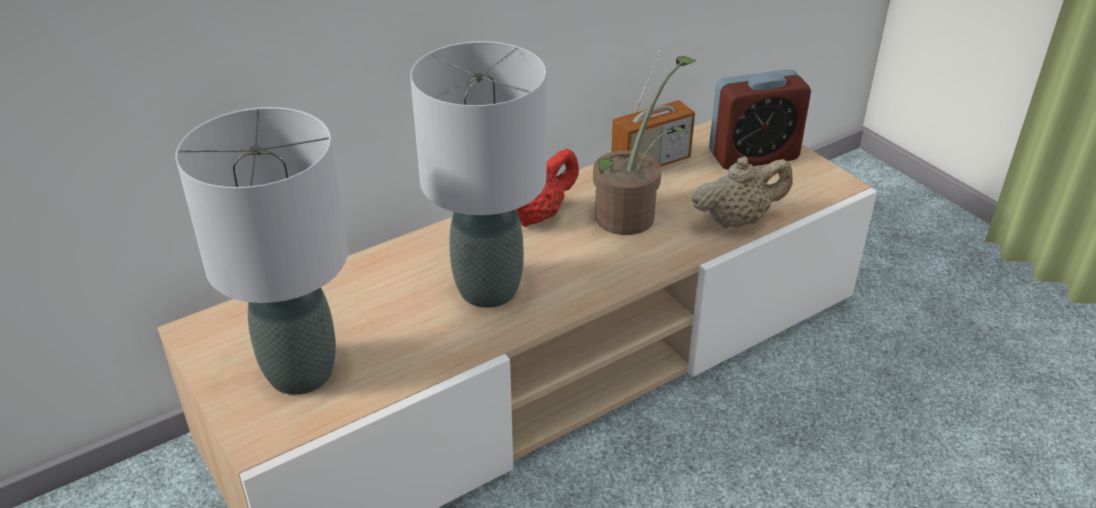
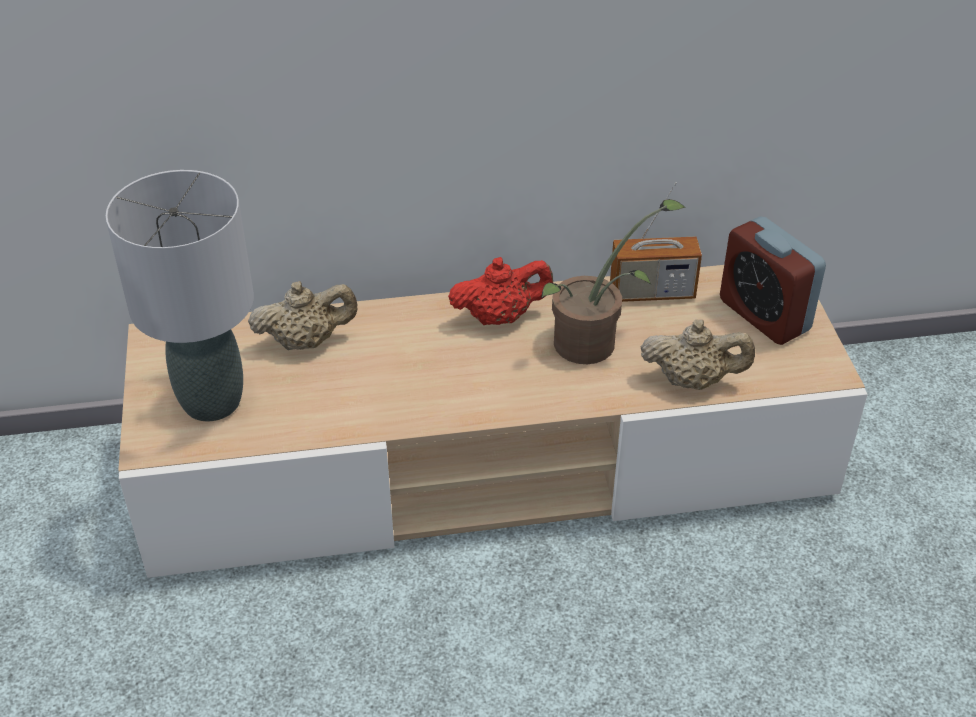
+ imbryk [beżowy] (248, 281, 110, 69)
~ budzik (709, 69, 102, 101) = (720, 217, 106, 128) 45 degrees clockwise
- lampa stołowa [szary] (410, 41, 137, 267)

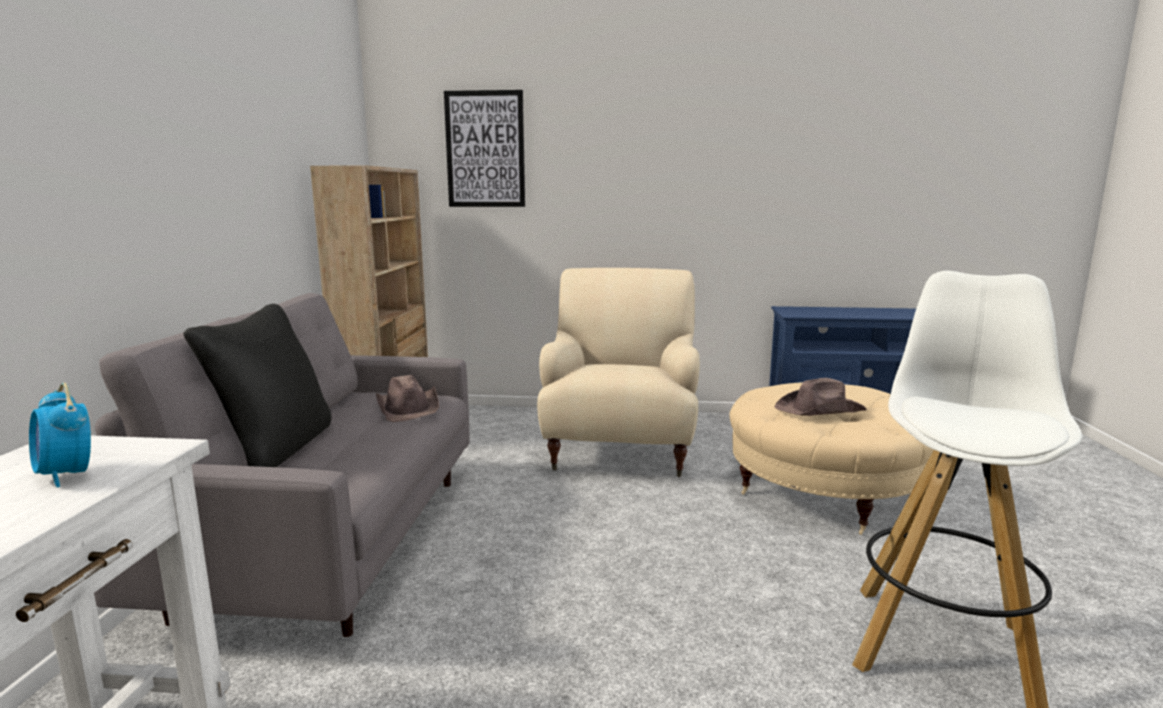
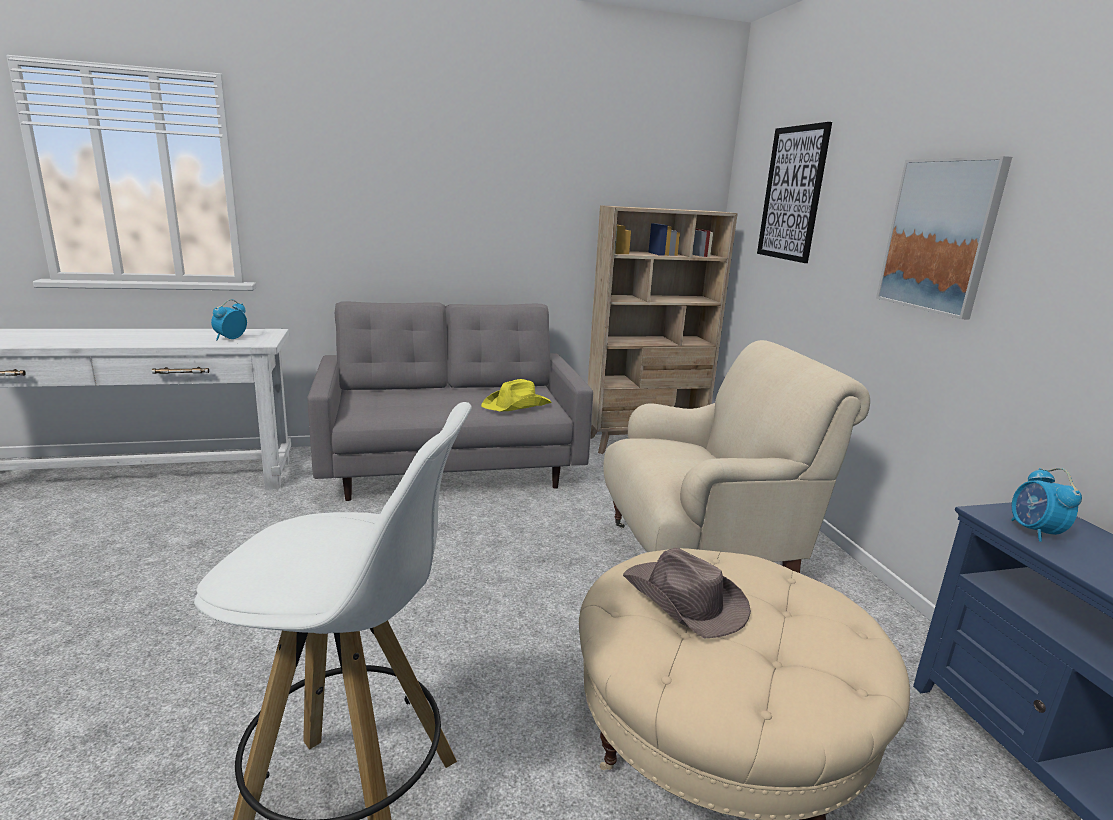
~ kapelusz [brązowy] (376, 375, 63, 47) to kapelusz [żółty] (481, 379, 71, 32)
+ obraz (876, 156, 136, 163)
+ budzik (1011, 468, 71, 74)
- poduszka [czarny] (183, 304, 149, 163)

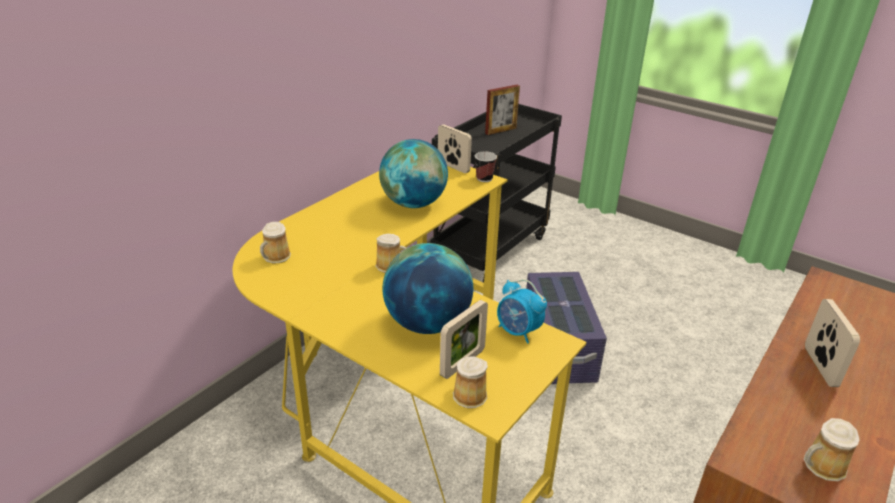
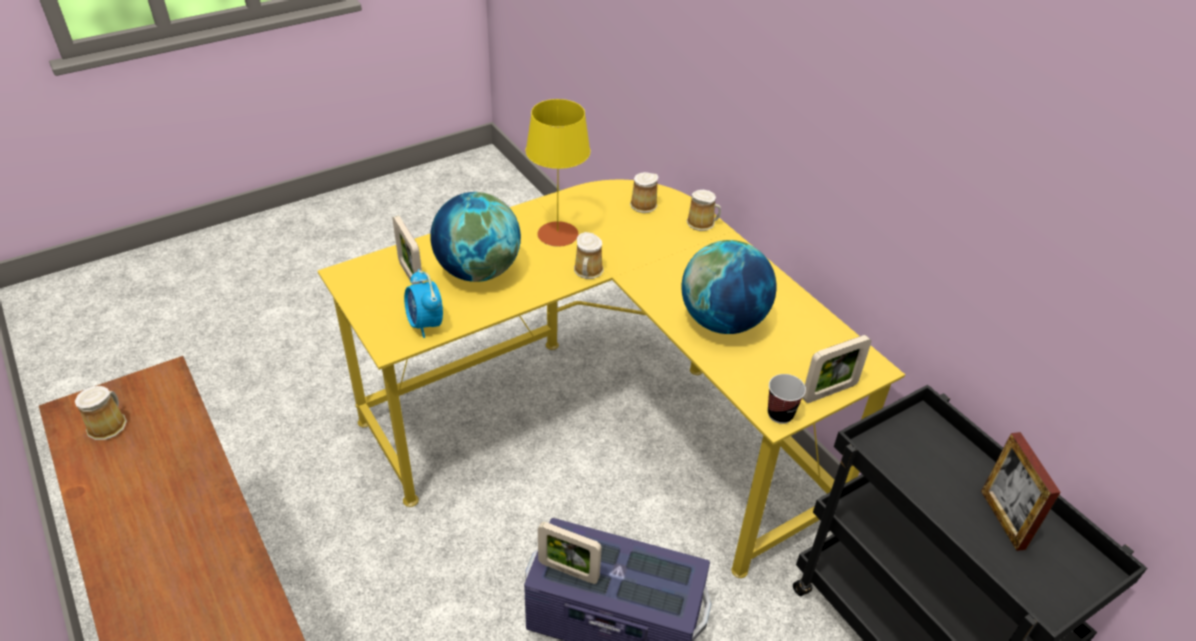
~ budzik (497, 279, 50, 65) = (404, 269, 39, 69) 90 degrees counterclockwise
+ lampa stołowa [żółty] (526, 99, 64, 148)
~ ramka na zdjęcie (805, 299, 55, 88) to (538, 522, 64, 62)
~ kubek (453, 357, 35, 51) to (687, 190, 34, 41)

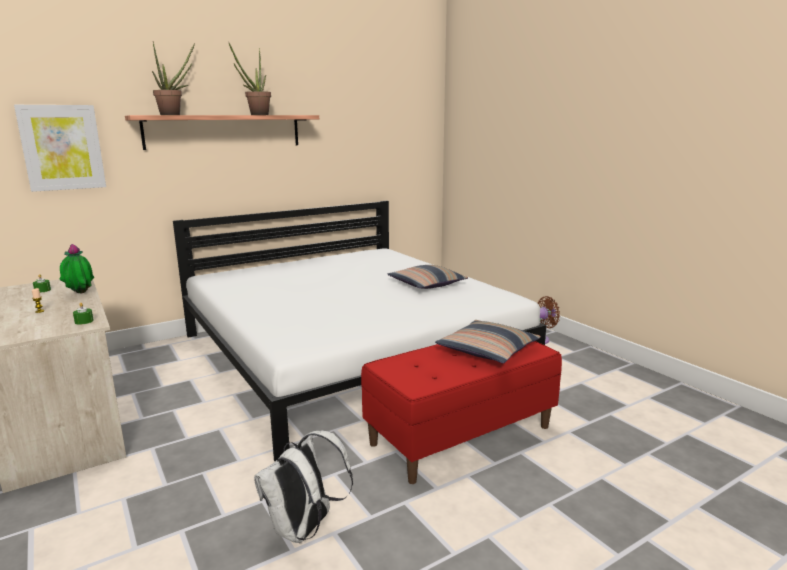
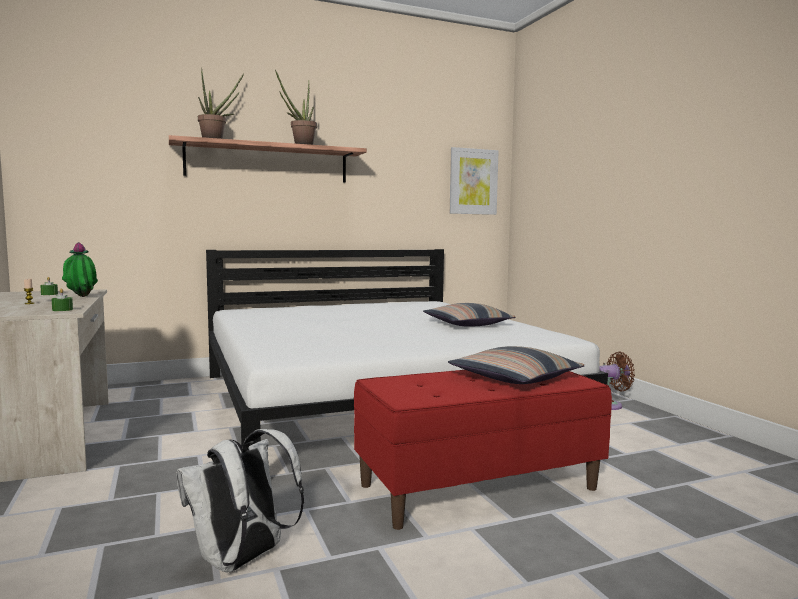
~ obraz (14, 105, 92, 87) to (450, 147, 48, 68)

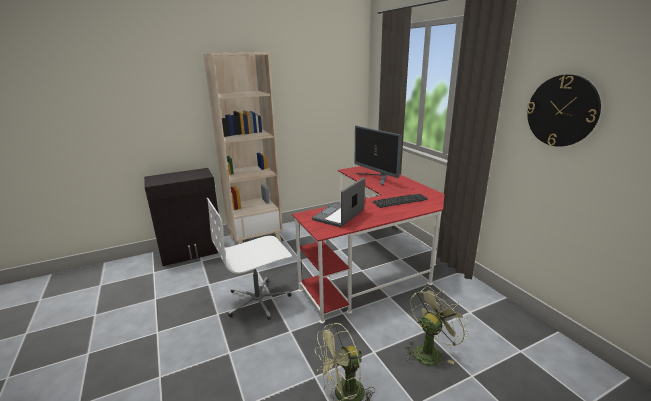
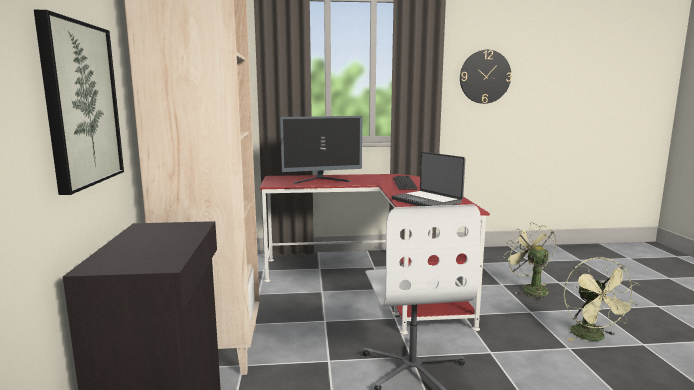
+ obraz (34, 10, 90, 185)

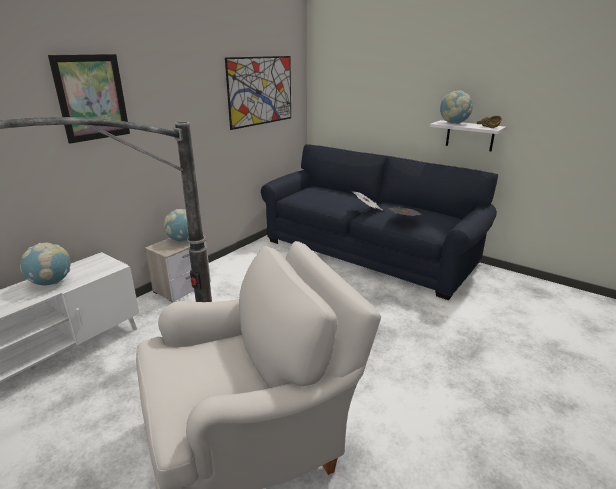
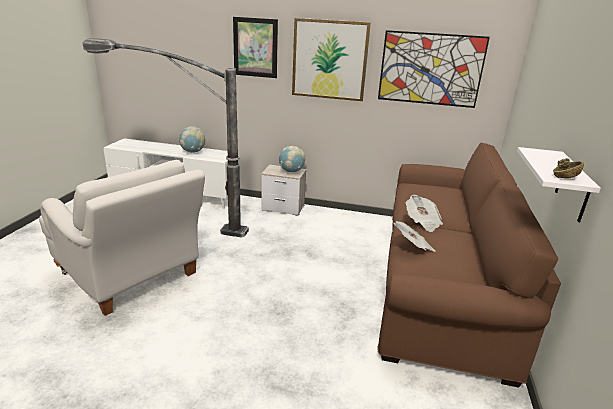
+ obraz (292, 18, 79, 83)
~ kanapa [niebieski] (261, 144, 237, 156) to kanapa [brązowy] (378, 142, 183, 246)
- globus (440, 91, 33, 33)

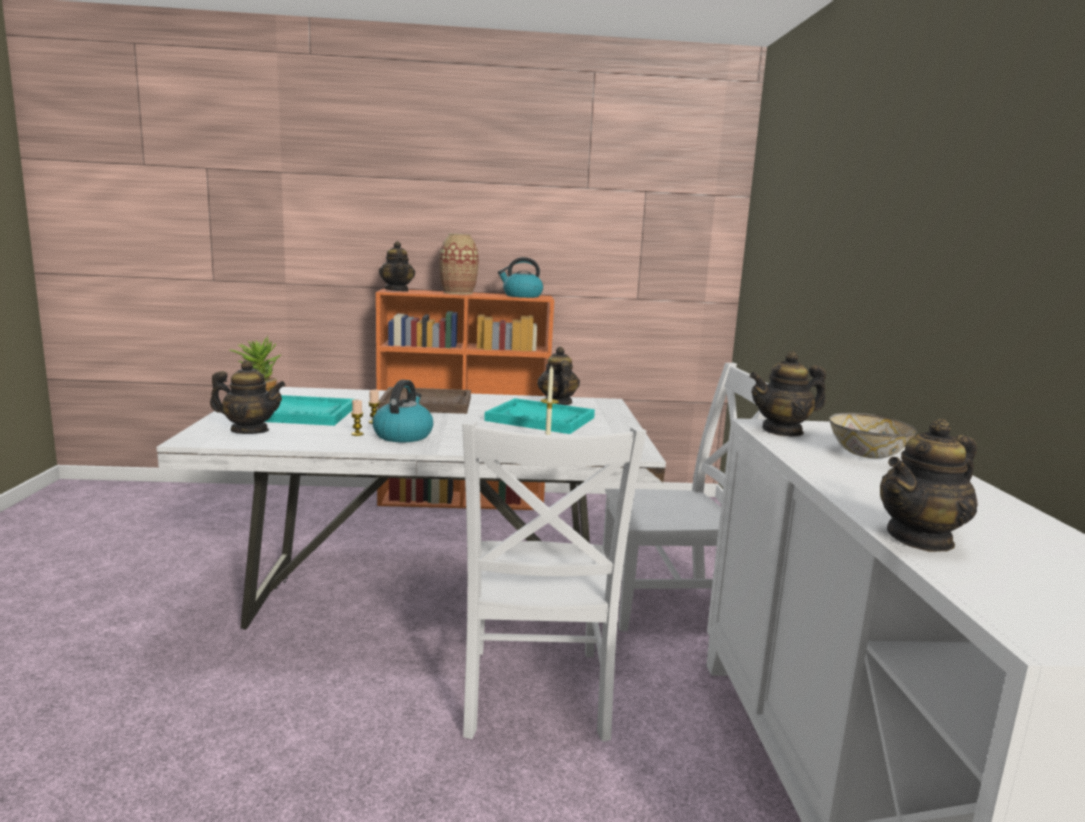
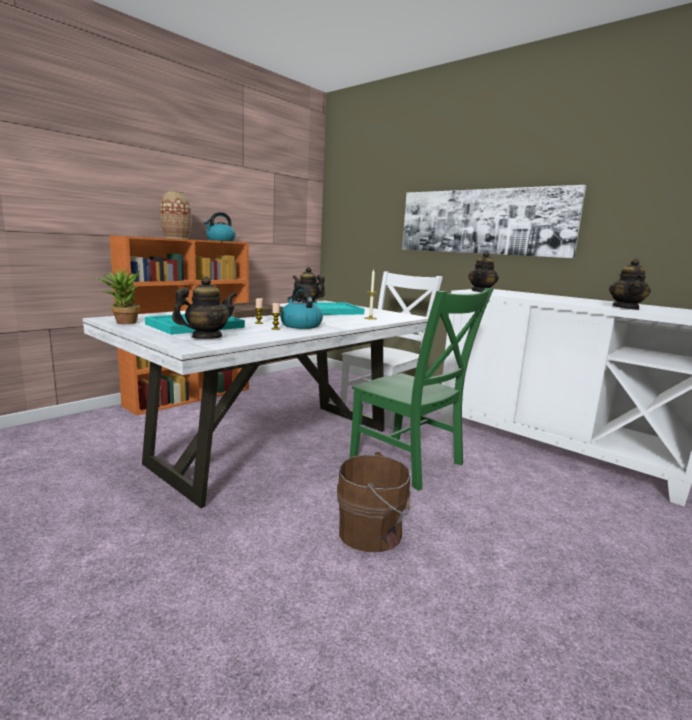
+ wiadro [brązowy] (337, 452, 74, 100)
~ krzesło [biały] (462, 420, 184, 322) to krzesło [zielony] (350, 288, 144, 203)
+ obraz (402, 185, 184, 73)
- imbryk (379, 241, 36, 51)
- miska (829, 413, 88, 46)

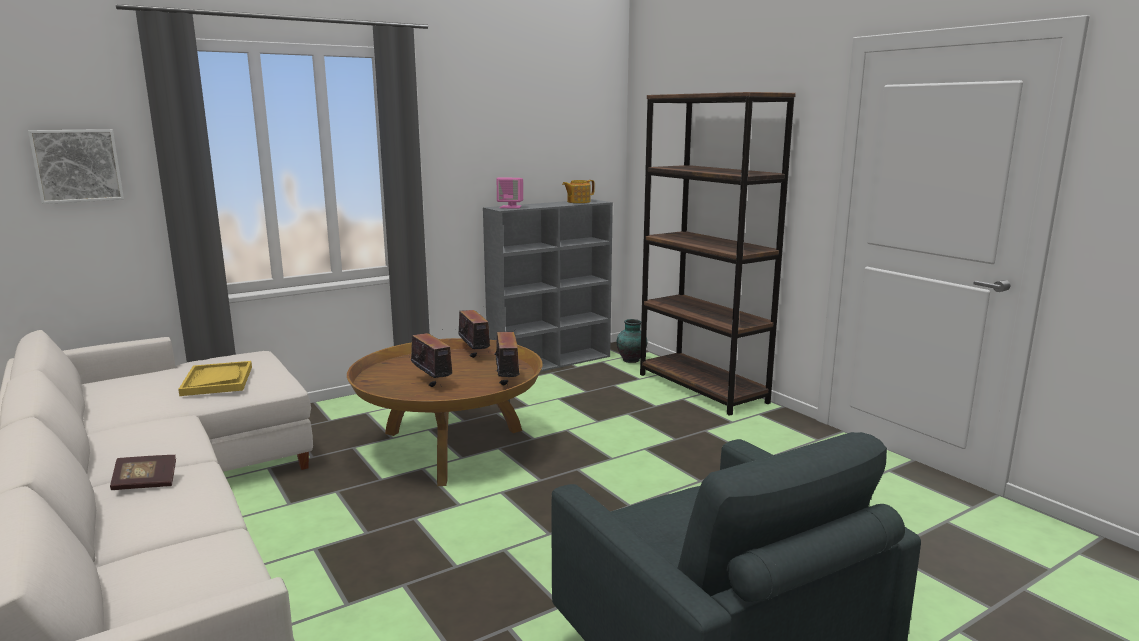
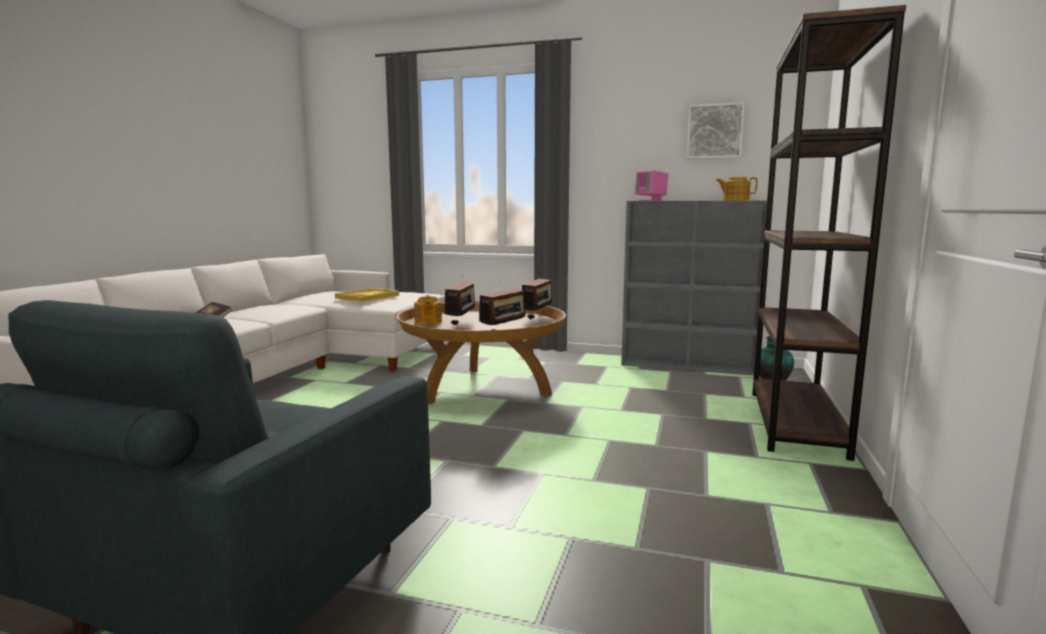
+ imbryk (414, 295, 28, 29)
~ obraz (28, 129, 96, 75) to (687, 102, 58, 57)

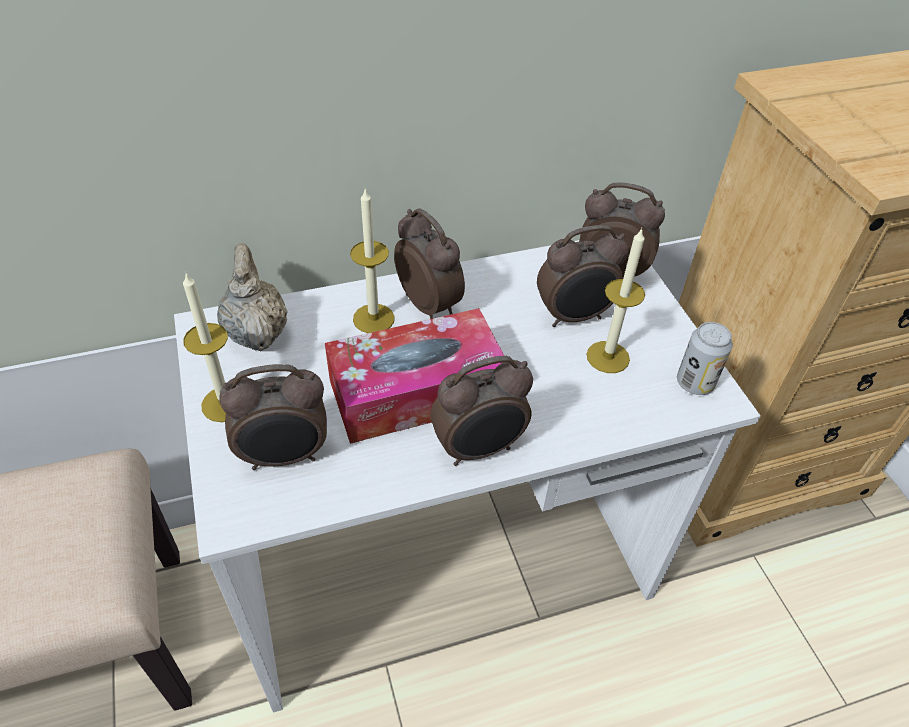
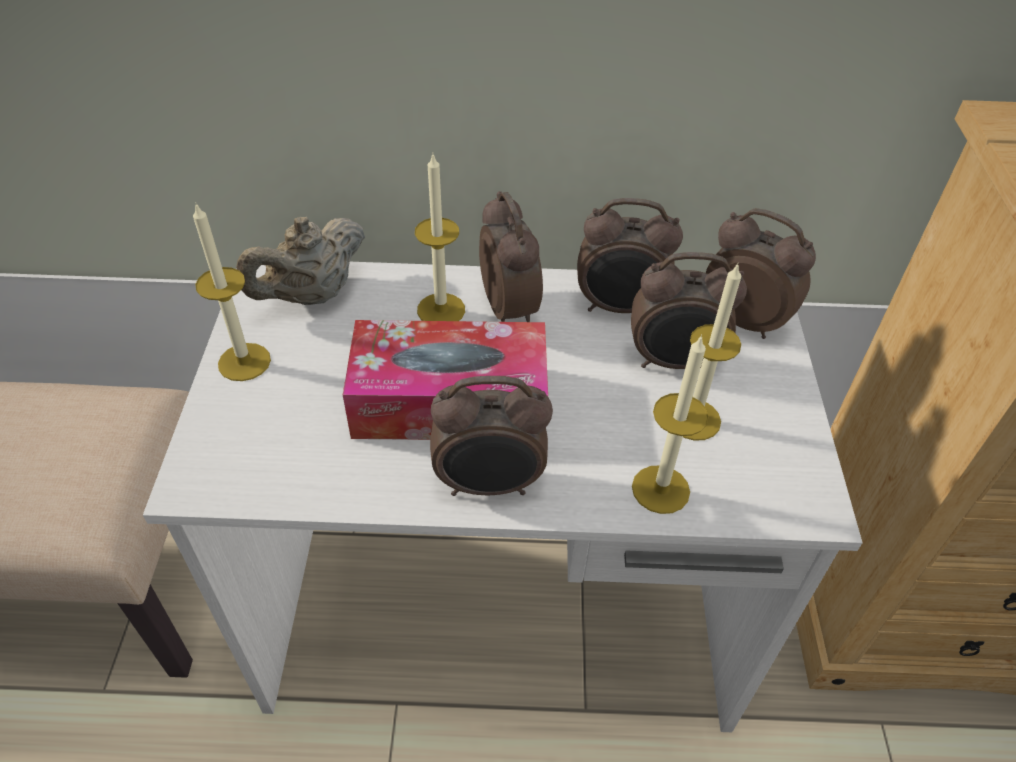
~ imbryk [beżowy] (217, 243, 71, 108) = (236, 217, 129, 88) 135 degrees counterclockwise
~ budzik (219, 364, 108, 106) to (577, 198, 106, 115)
+ świeca (632, 335, 77, 179)
- puszka (677, 322, 56, 73)

